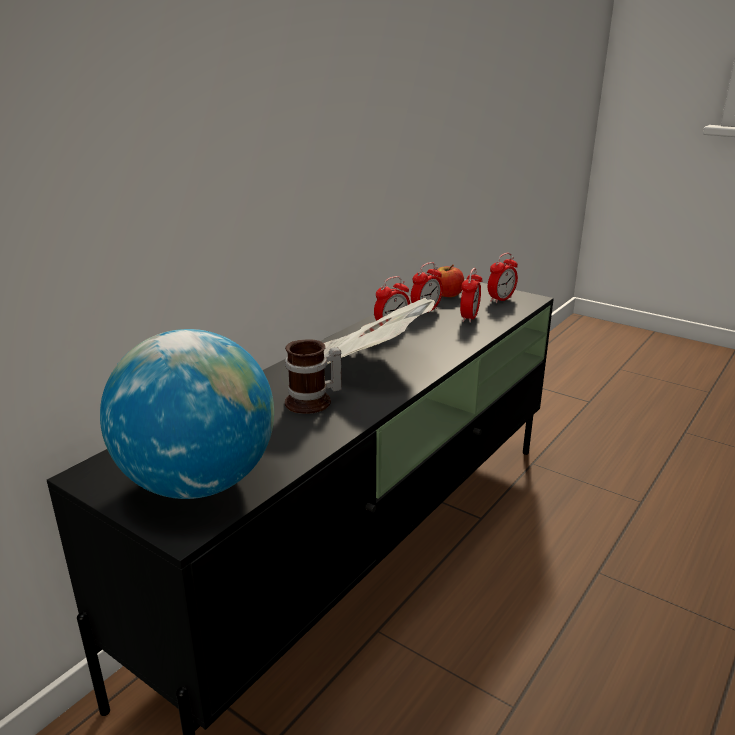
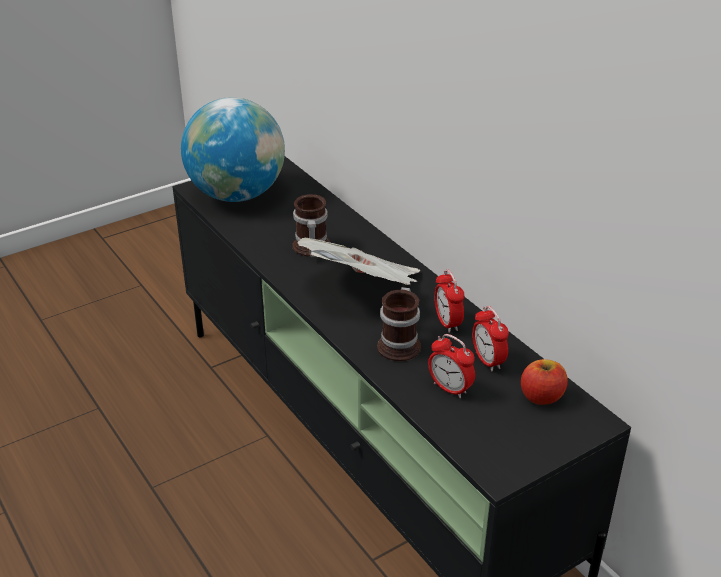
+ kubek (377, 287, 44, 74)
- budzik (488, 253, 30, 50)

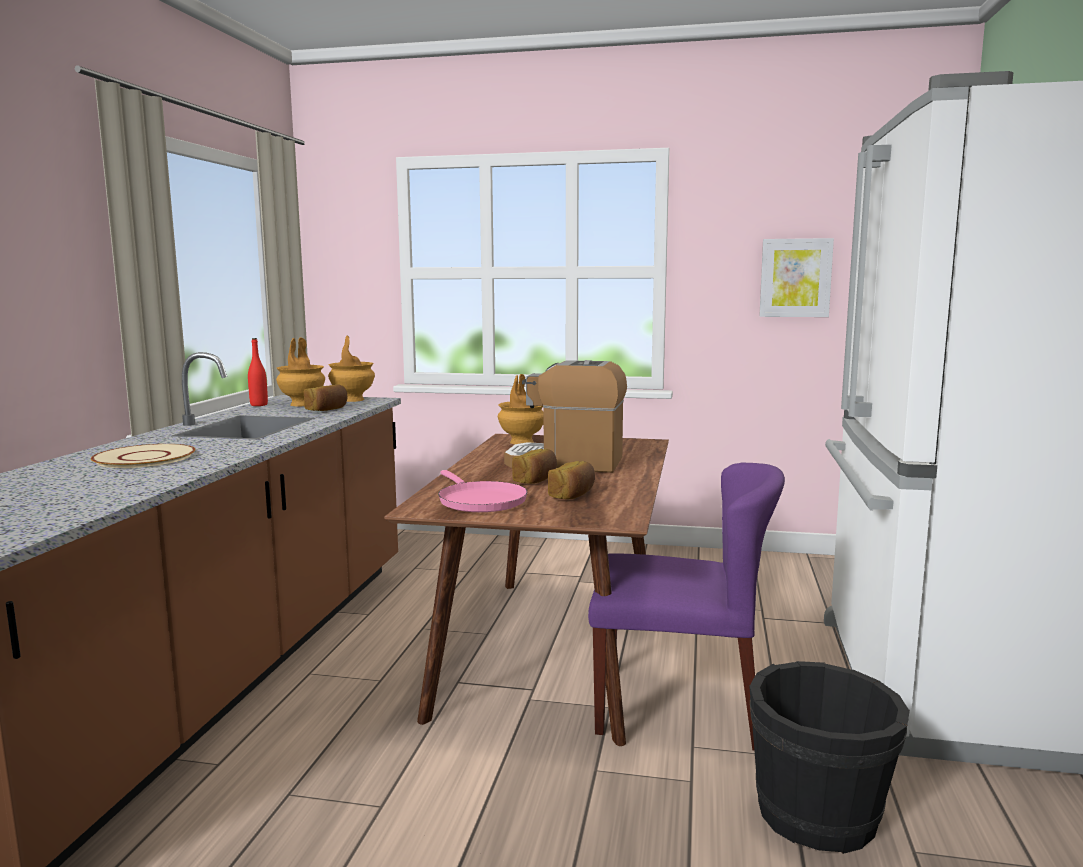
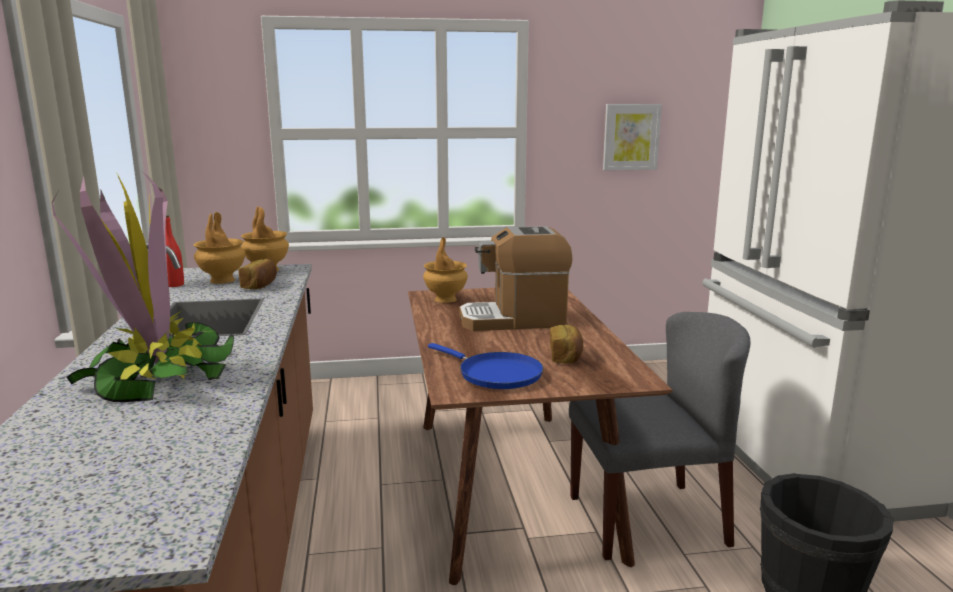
~ talerz [beżowy] (91, 444, 105, 24) to roślina doniczkowa (52, 170, 182, 232)
~ patelnia [różowy] (438, 470, 90, 42) to patelnia [niebieski] (428, 343, 115, 46)
~ krzesło [fioletowy] (588, 462, 197, 289) to krzesło [szary] (569, 312, 181, 248)
- chleb (512, 449, 45, 35)

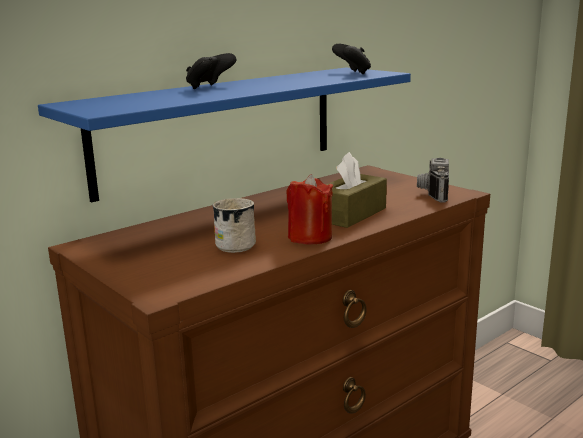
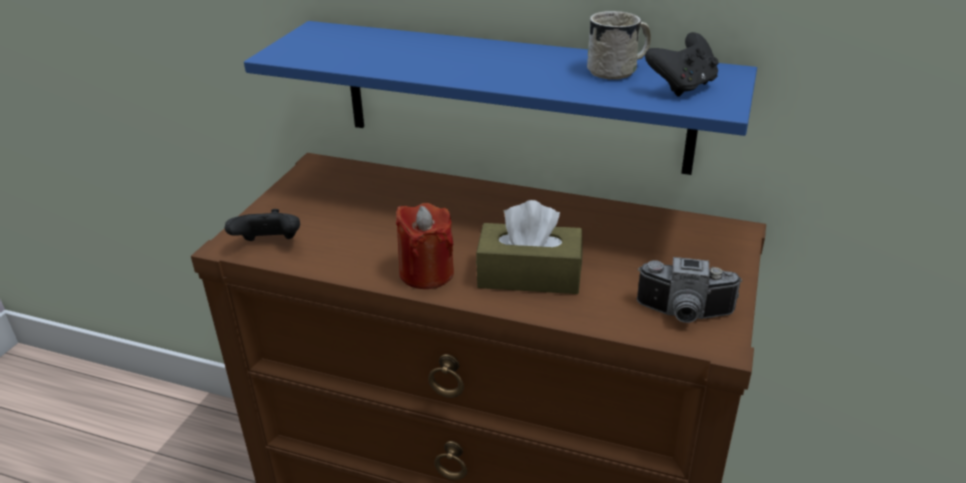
~ pad do gier [czarny] (186, 53, 50, 36) to (225, 209, 75, 32)
~ kubek [biały] (212, 198, 44, 55) to (587, 11, 64, 68)
~ aparat fotograficzny (417, 158, 32, 45) = (637, 257, 106, 66) 150 degrees counterclockwise

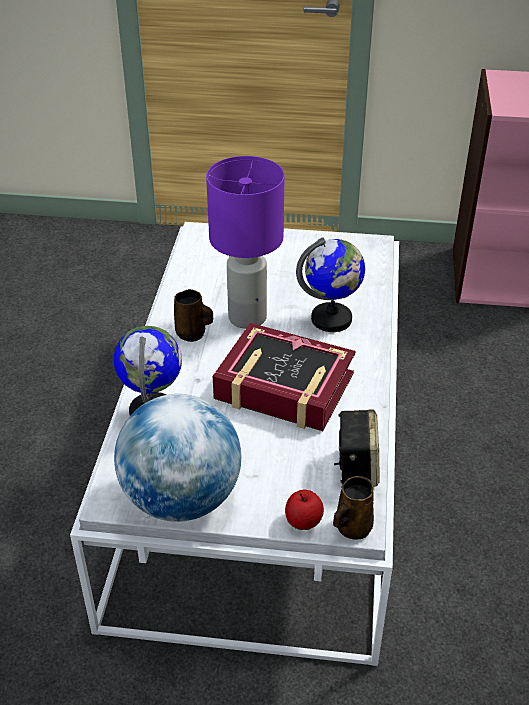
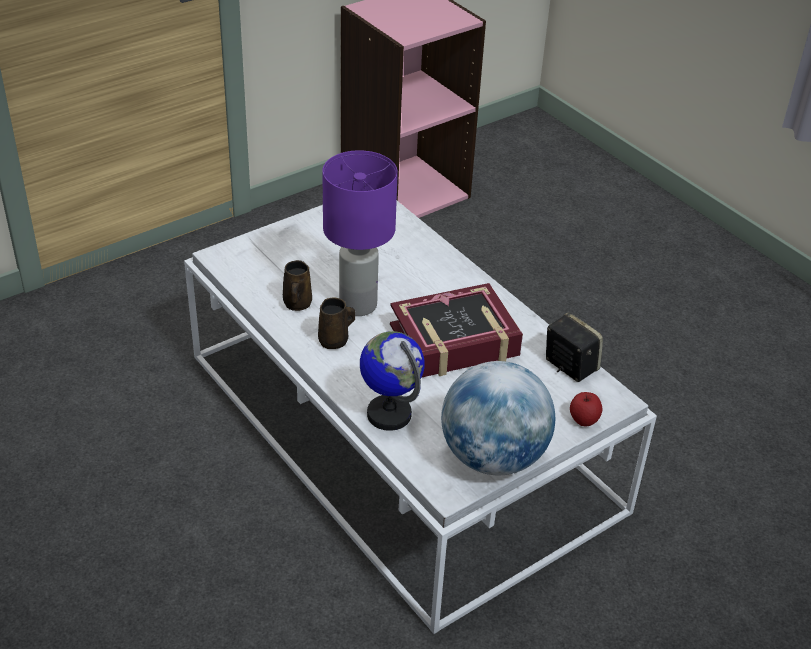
~ kubek [brązowy] (333, 476, 41, 64) to (283, 260, 29, 51)
- globus (296, 237, 69, 95)

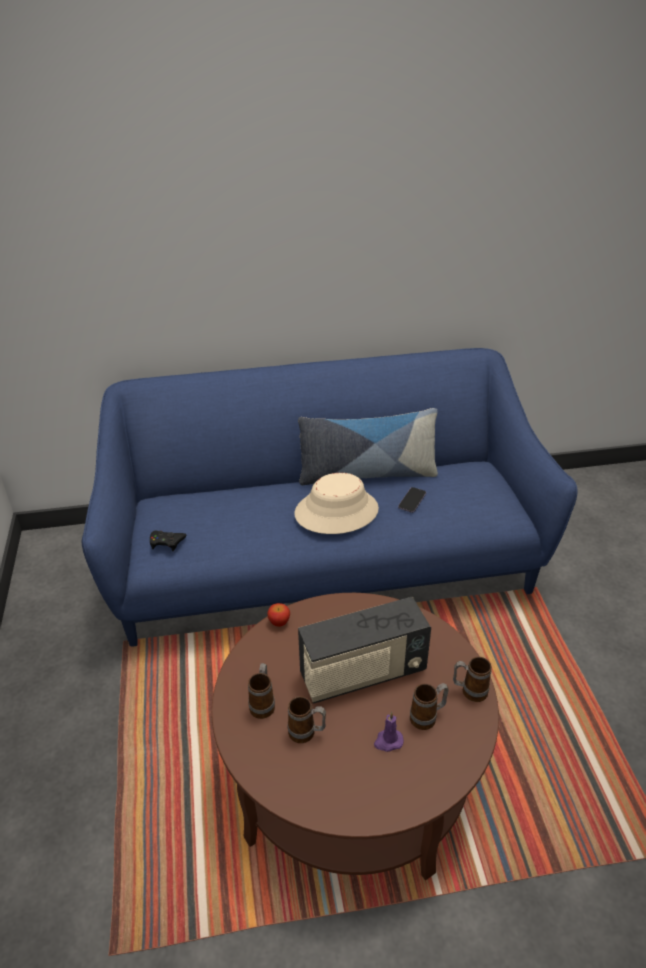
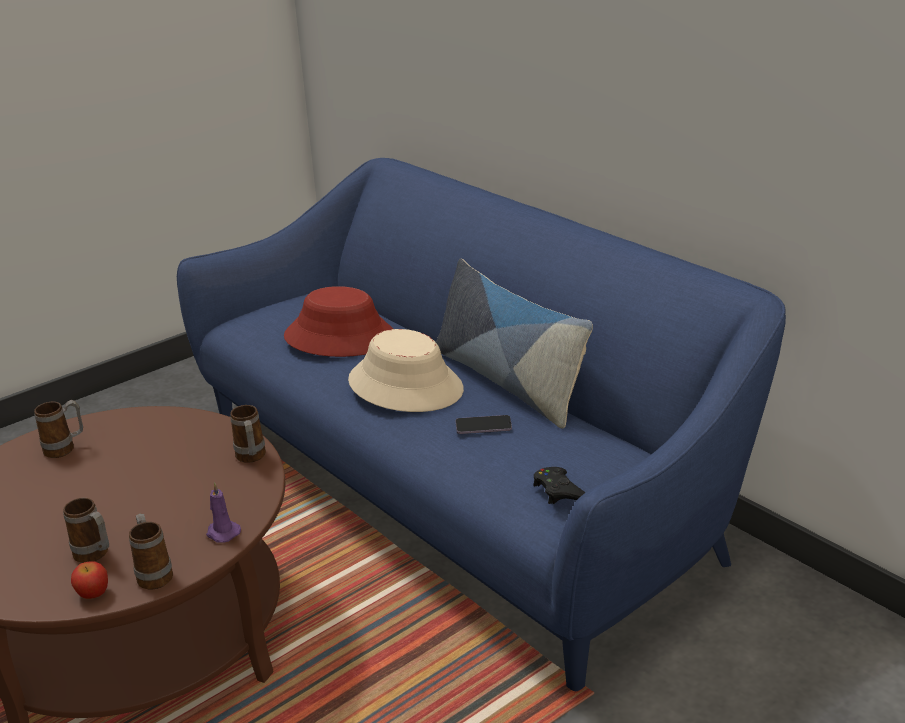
~ jabłko (267, 603, 23, 24) to (71, 561, 37, 38)
~ świeca [fioletowy] (374, 712, 30, 40) to (206, 482, 35, 61)
~ kubek (288, 696, 38, 47) to (230, 405, 36, 58)
+ kapelusz [czerwony] (284, 286, 109, 71)
~ pad do gier [czarny] (150, 531, 36, 20) to (533, 467, 53, 37)
- radio (298, 597, 133, 107)

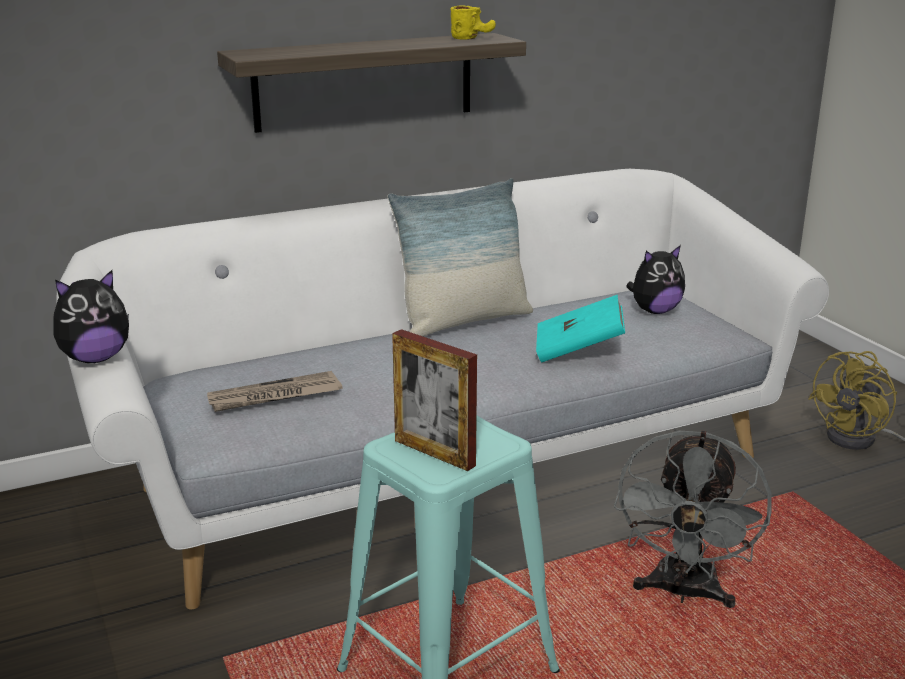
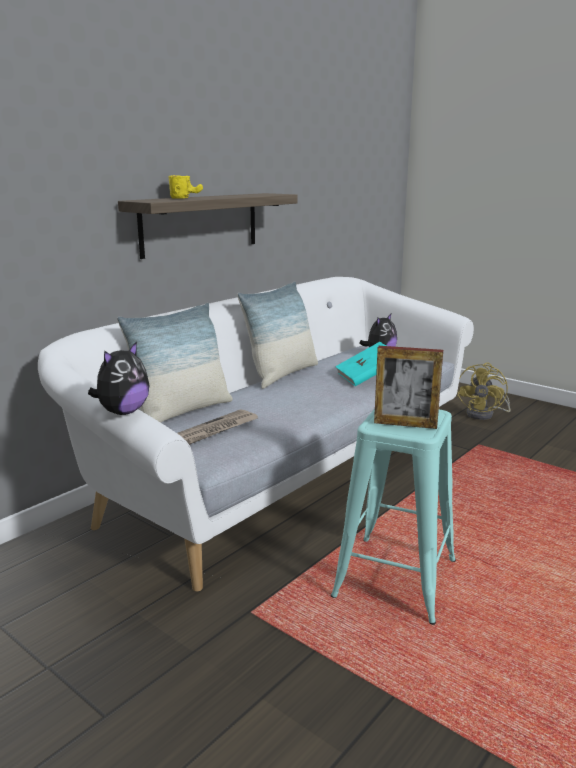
+ poduszka (117, 303, 116, 120)
~ kubek [żółty] (451, 5, 45, 35) to (169, 175, 34, 24)
- wentylator [szary] (614, 430, 158, 178)

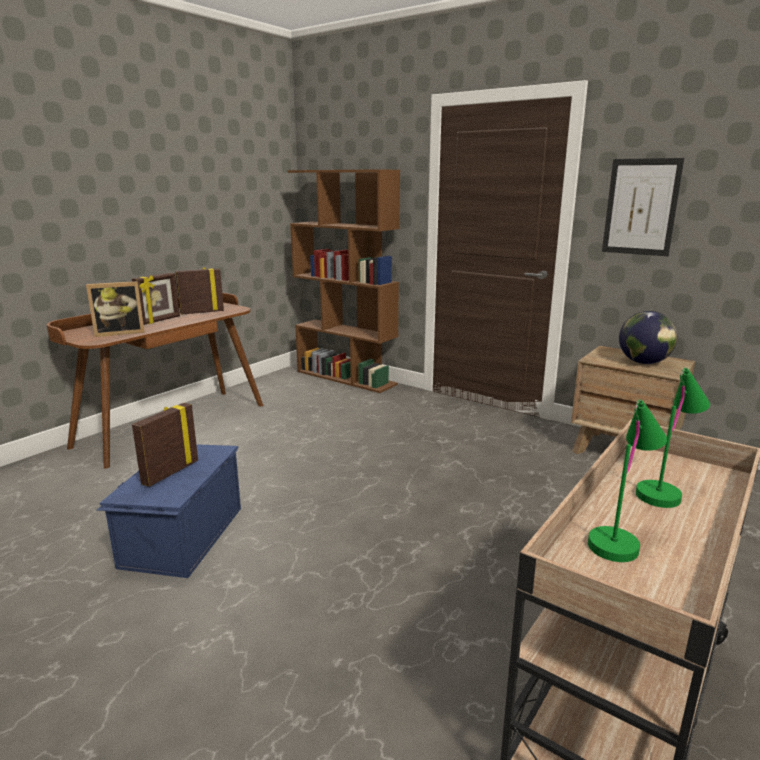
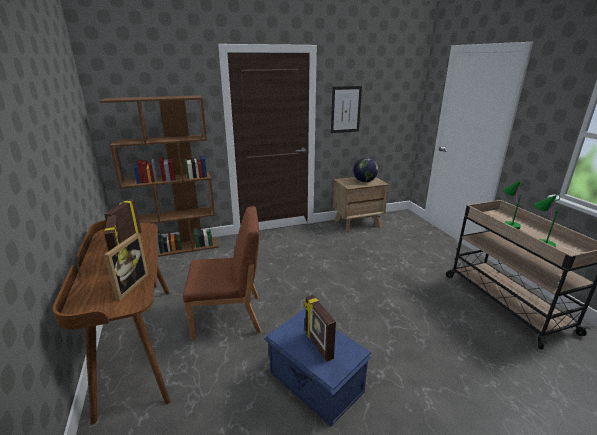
+ krzesło [brązowy] (183, 206, 78, 134)

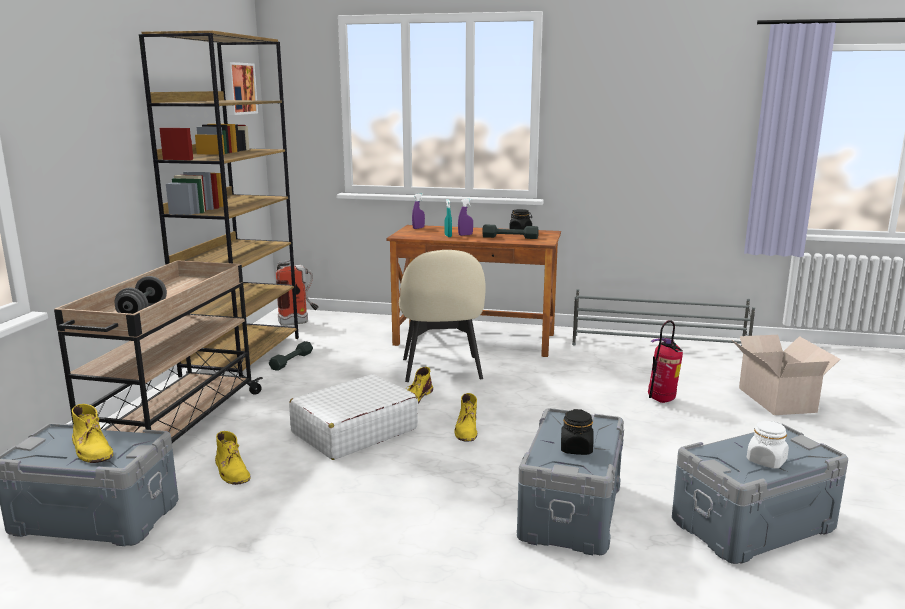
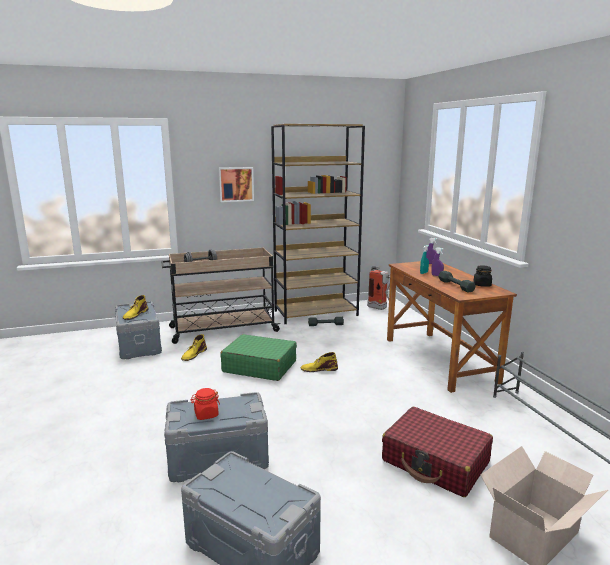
~ słoik [czarny] (561, 409, 33, 46) to słoik [czerwony] (191, 388, 29, 32)
~ obraz (224, 62, 34, 53) to (218, 167, 36, 35)
~ walizka [biały] (289, 374, 129, 86) to walizka [zielony] (220, 334, 77, 47)
~ gaśnica (648, 320, 35, 83) to walizka [czerwony] (382, 407, 111, 90)
- krzesło [beżowy] (399, 250, 87, 132)
- but z cholewką [żółty] (454, 393, 23, 49)
- słoik [biały] (747, 421, 42, 48)

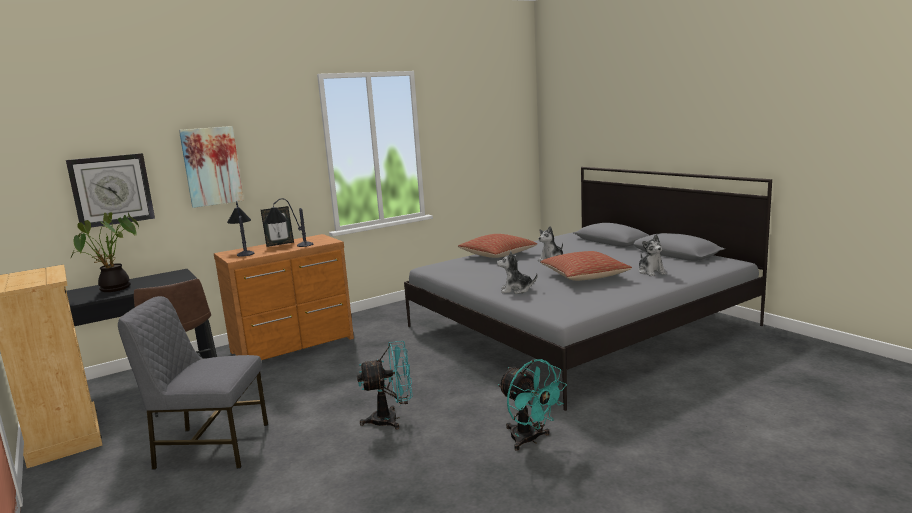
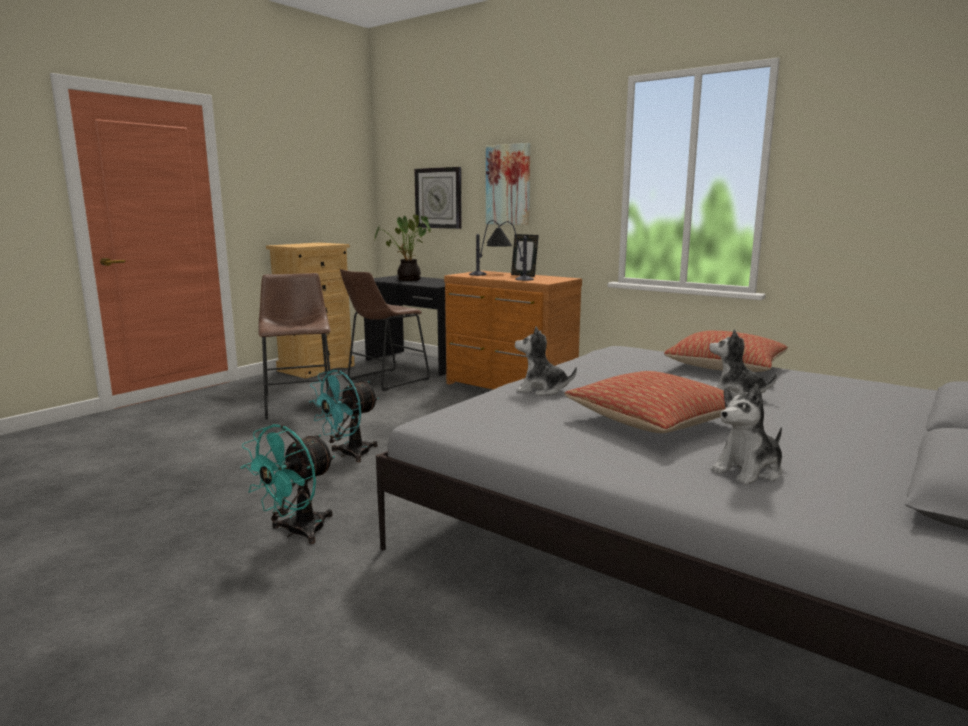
~ krzesło [szary] (118, 296, 150, 174) to stołek [brązowy] (259, 273, 75, 146)
~ wentylator [turkusowy] (357, 341, 55, 88) = (309, 370, 70, 92) 75 degrees clockwise
~ pluszak (497, 251, 41, 43) = (515, 327, 62, 69) 60 degrees counterclockwise

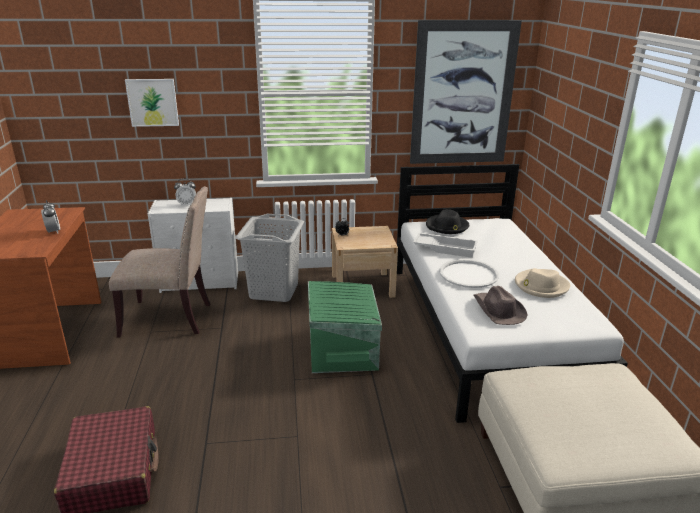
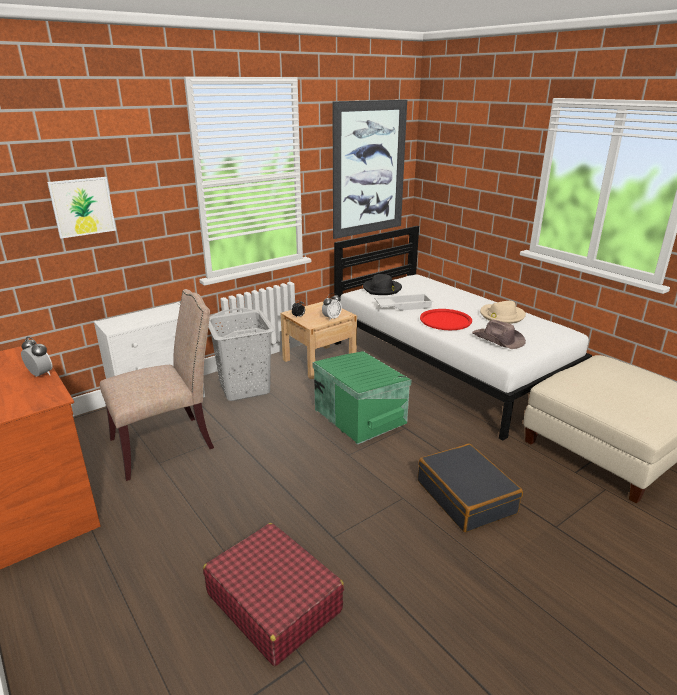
~ budzik (174, 178, 22, 28) to (322, 293, 20, 27)
+ walizka [czarny] (418, 444, 105, 88)
~ taca [biały] (439, 259, 60, 29) to taca [czerwony] (420, 309, 52, 21)

